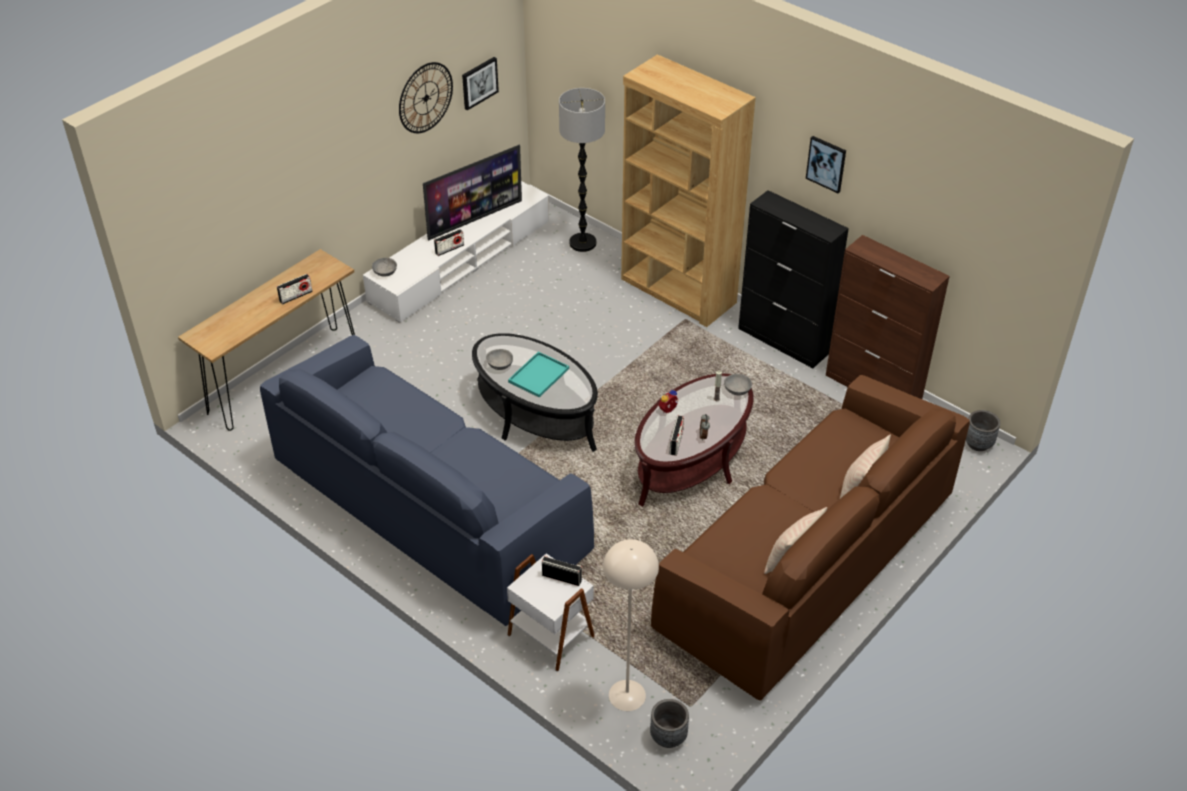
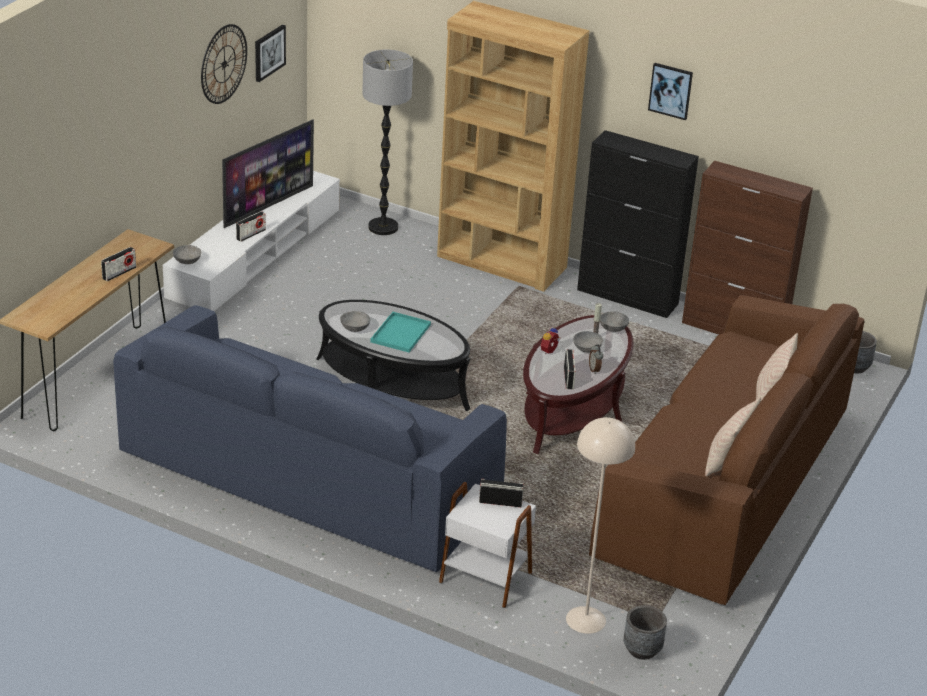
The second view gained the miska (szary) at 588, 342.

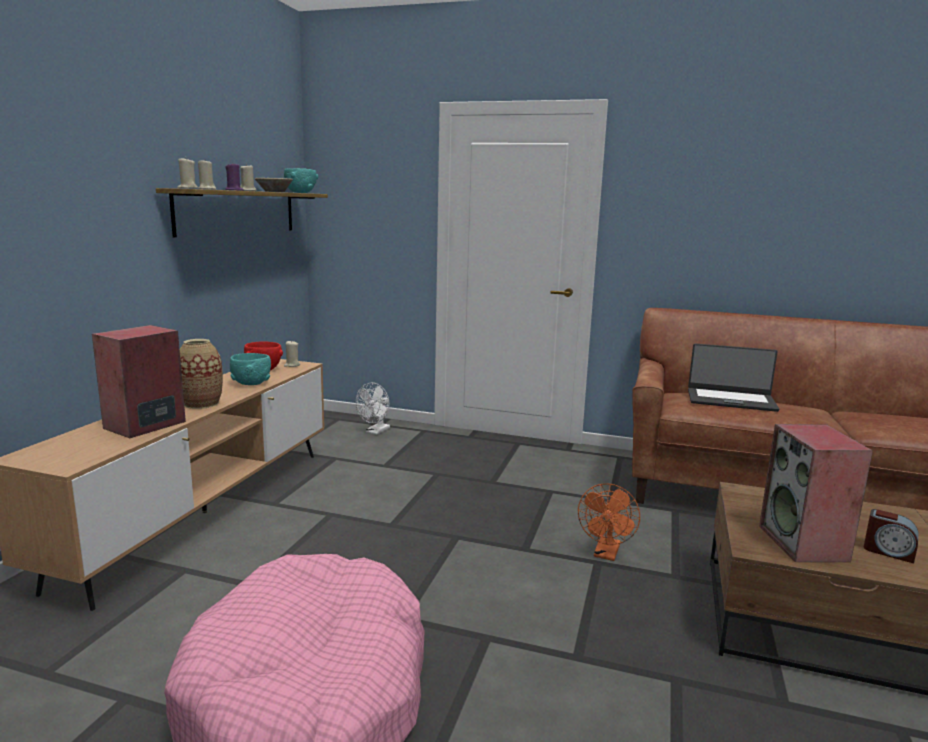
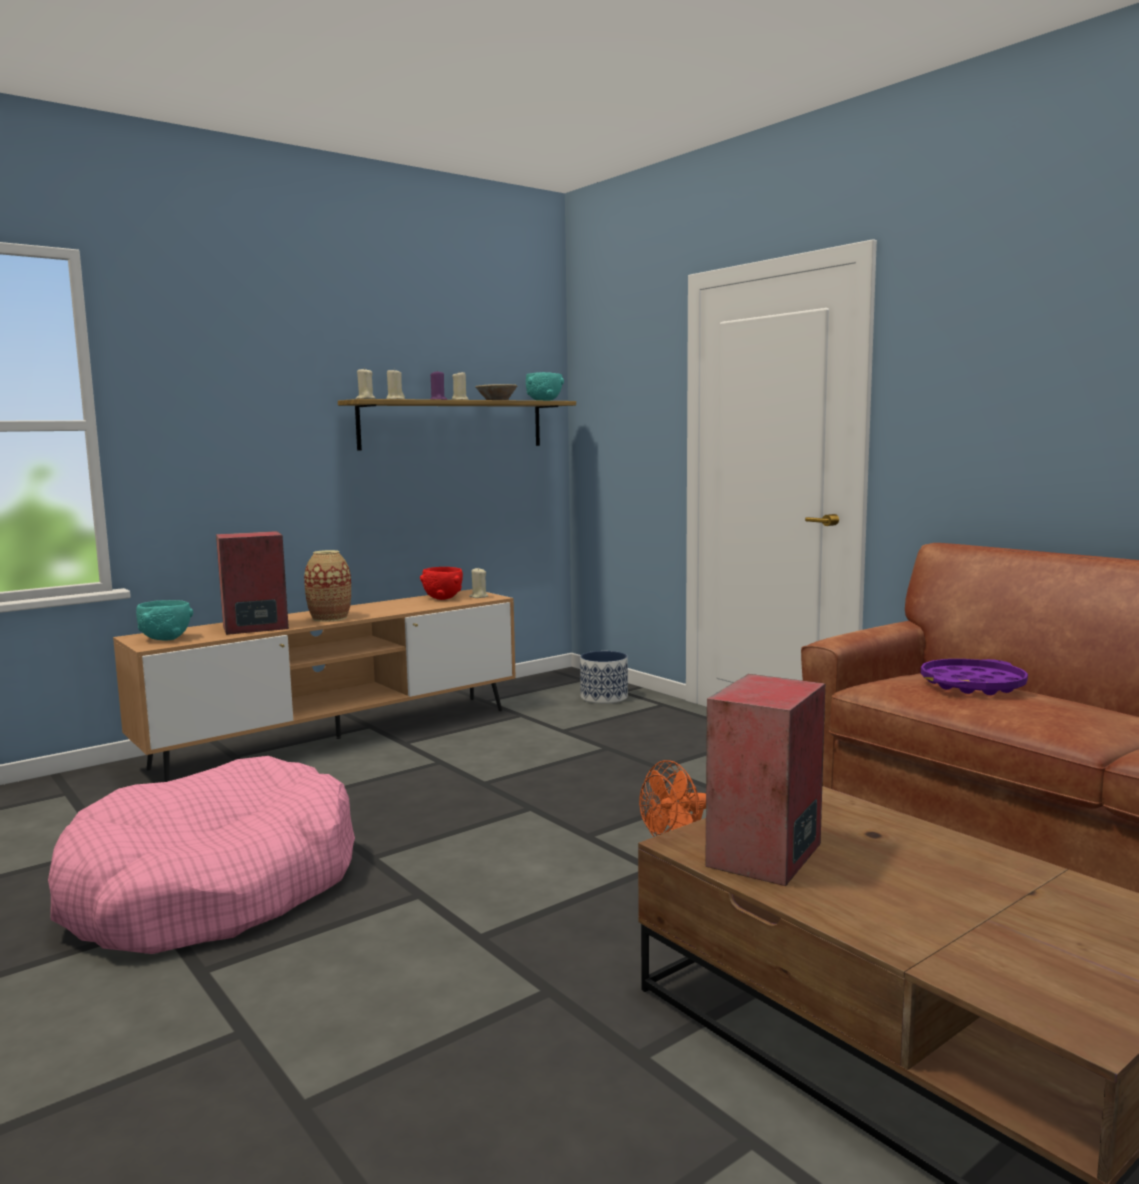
Where the laptop stood at 733, 378, the taca (fioletowy) came to stand at 974, 677. The miska (turkusowy) ended up elsewhere, having gone from 250, 369 to 164, 620. Where the wentylator (biały) stood at 373, 409, the donica came to stand at 604, 677. The second view lost the budzik at 891, 536.

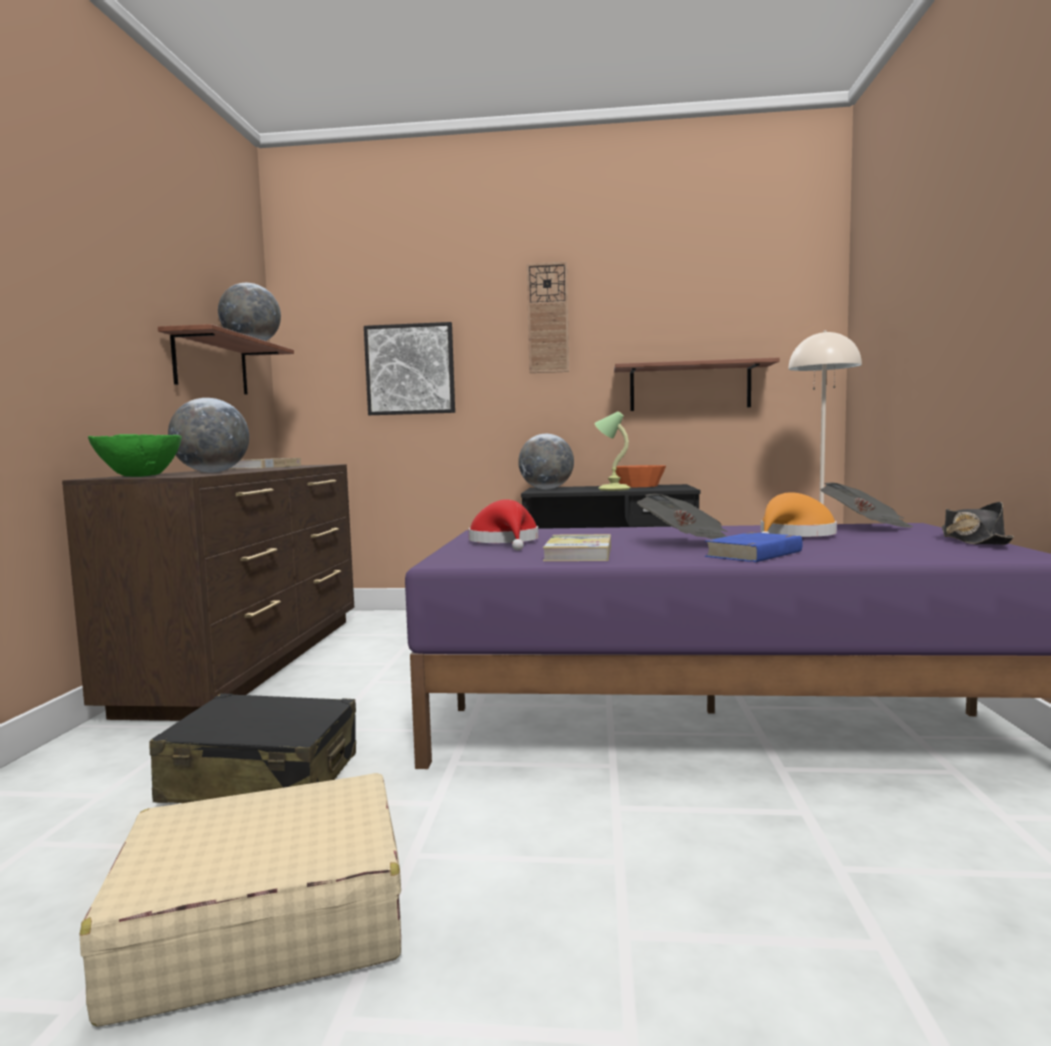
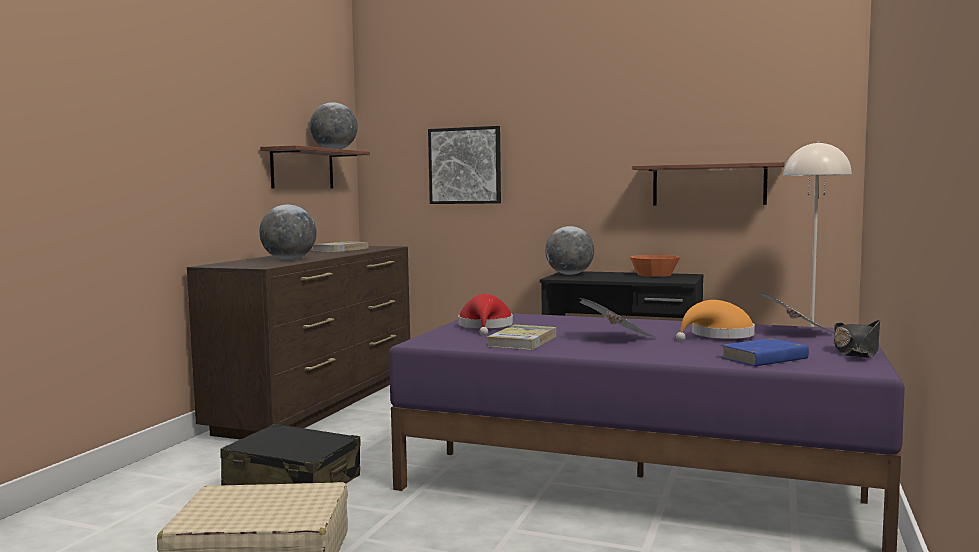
The second view lost the zegar ścienny at 548, 317. The second view lost the lampa stołowa at 613, 451. The second view lost the miska (zielony) at 135, 455. The książka (niebieski) ended up elsewhere, having gone from 754, 547 to 764, 352.

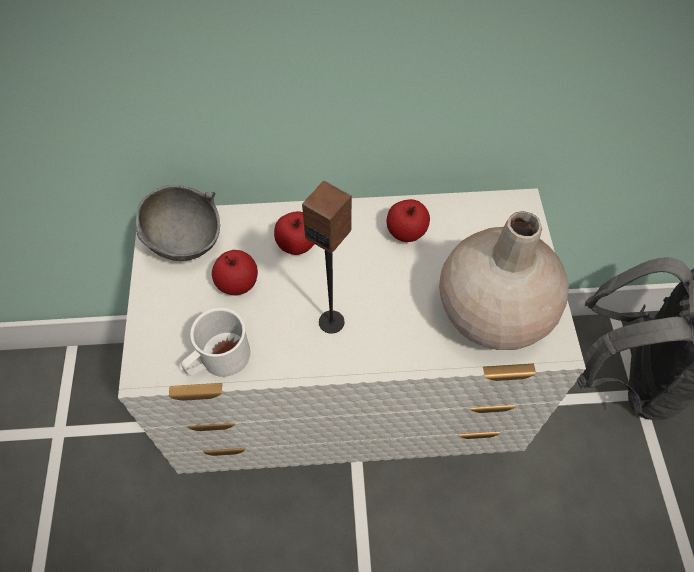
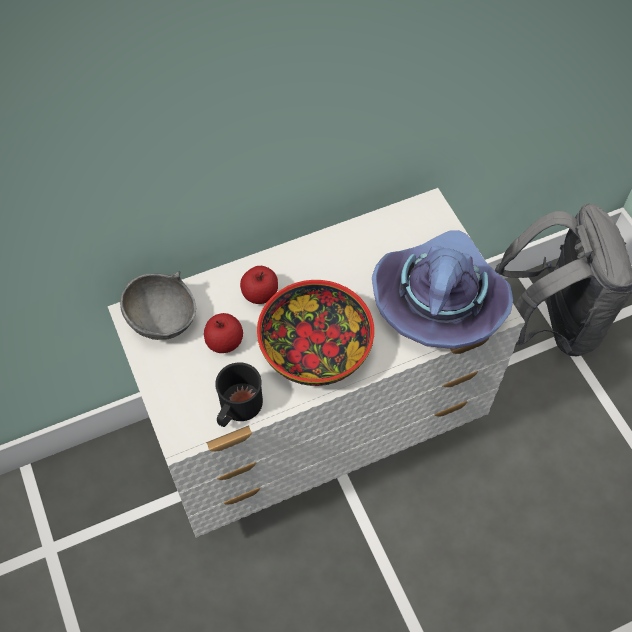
Where the głośnik stood at 327, 257, the miska came to stand at 315, 333. The second view lost the jabłko at 408, 220. Where the wazon (beżowy) stood at 504, 280, the kapelusz (fioletowy) came to stand at 442, 289. What was the kubek (biały) at 215, 342 turned into the kubek (czarny) at 239, 394.

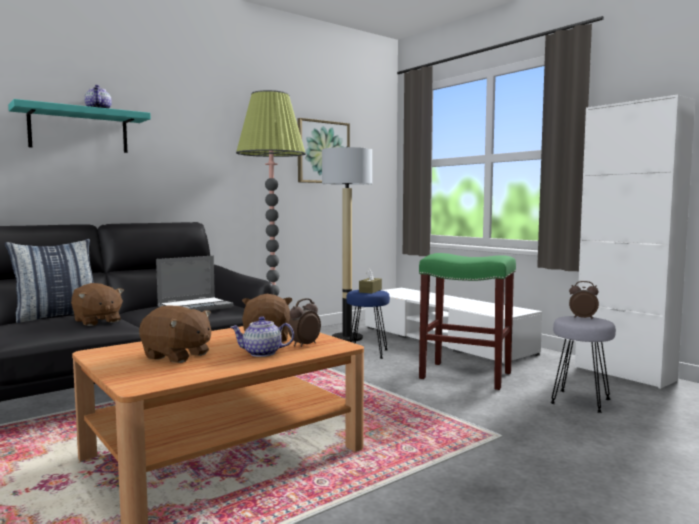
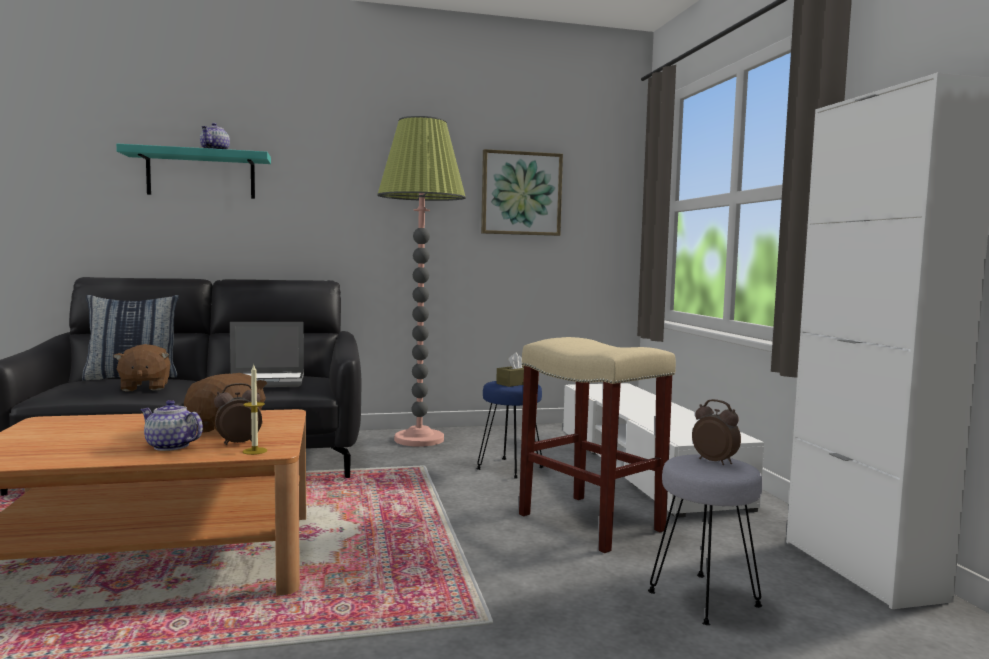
The second view lost the lampa stojąca at 347, 244. What was the stołek (zielony) at 467, 321 turned into the stołek (beżowy) at 597, 445. The second view lost the pluszak (brązowy) at 175, 334. The second view gained the świeca at 254, 409.

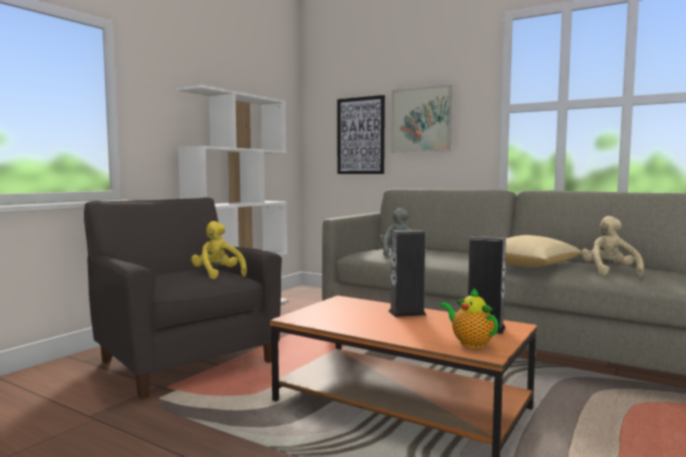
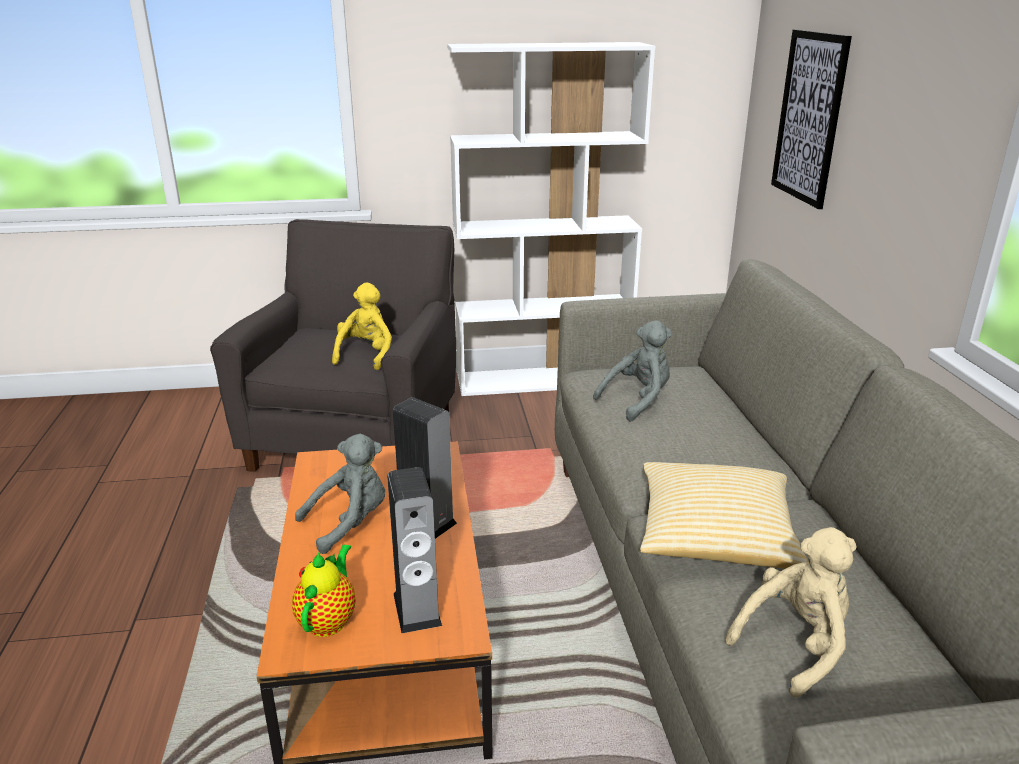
The second view lost the obraz at 421, 118. The second view gained the pluszak (szary) at 340, 494.

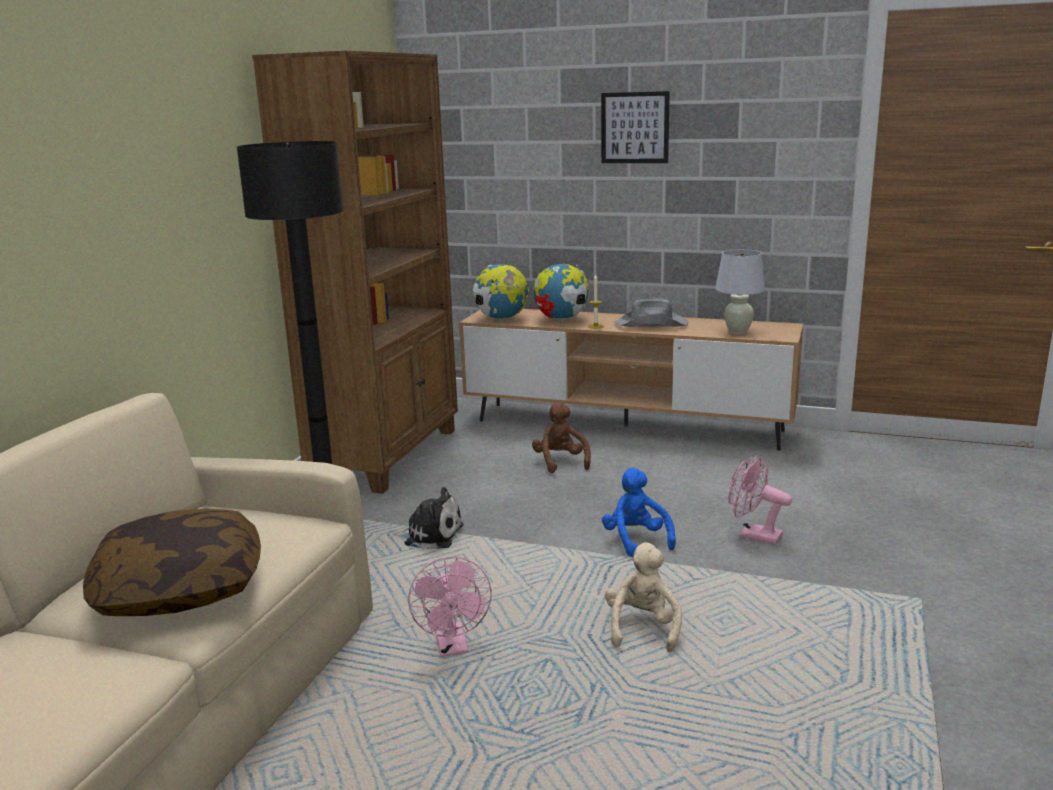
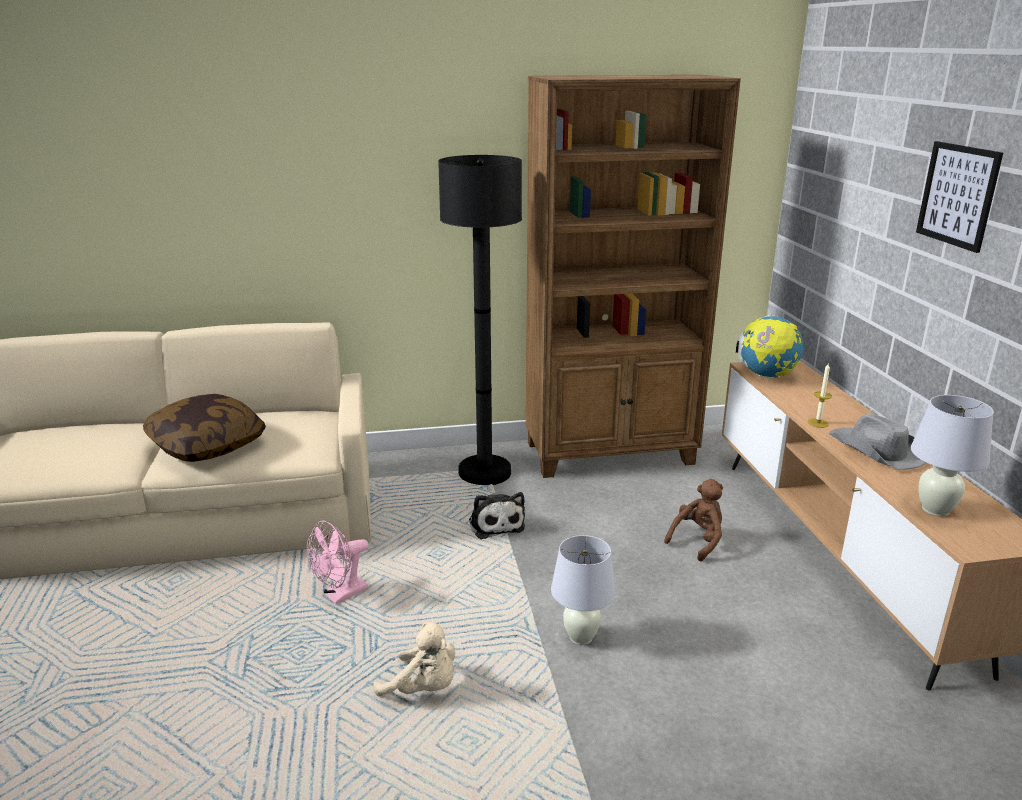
The second view lost the globus at 561, 292. The second view lost the wentylator (różowy) at 760, 499. Where the pluszak (niebieski) stood at 639, 512, the lampa stołowa (biały) came to stand at 583, 590. The pluszak (beżowy) at 643, 597 ended up facing another way, 45 degrees clockwise from before.

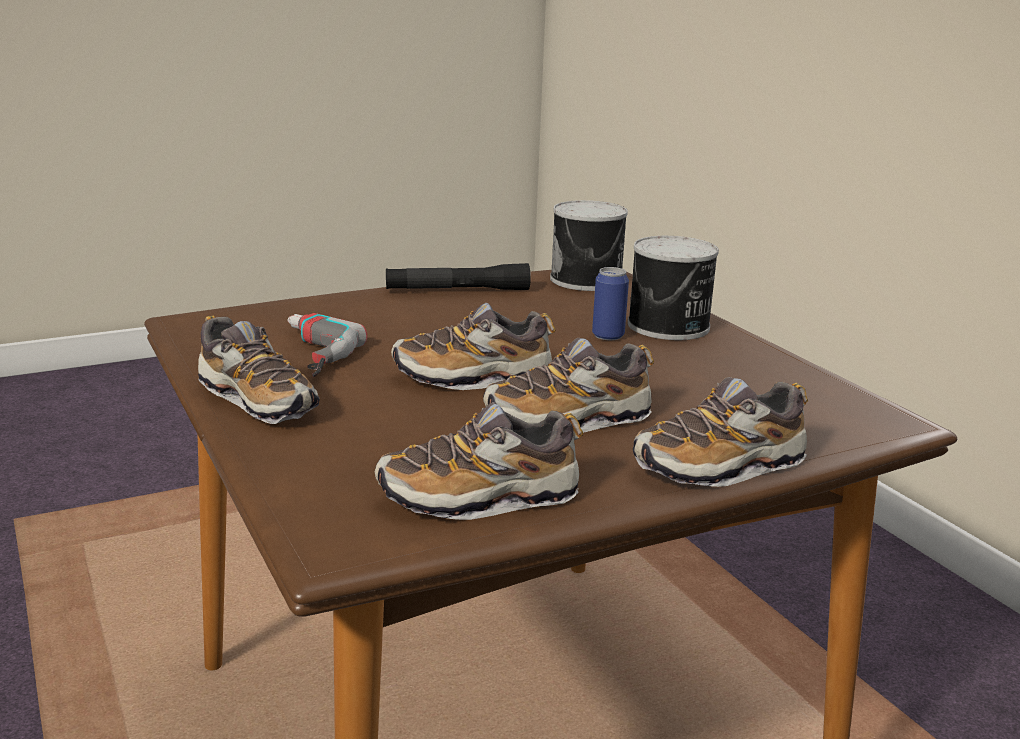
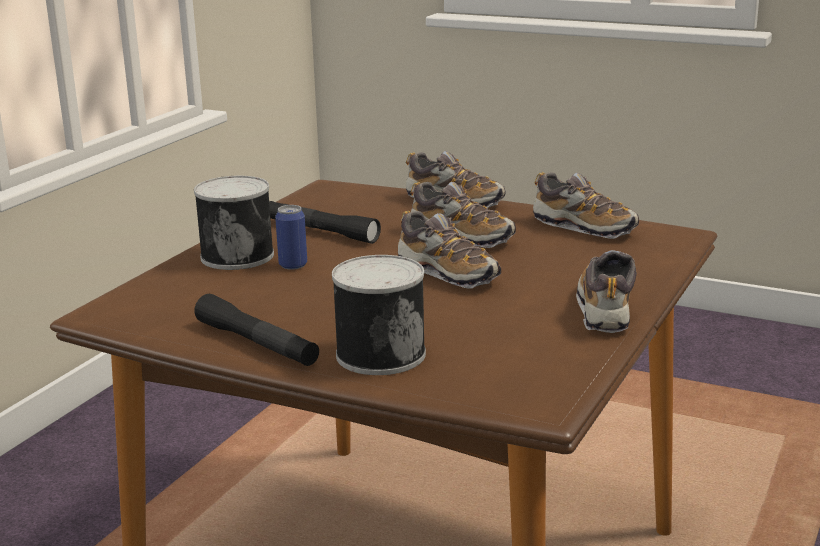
The puszka ended up elsewhere, having gone from 589, 245 to 379, 315. The second view lost the wiertarka at 327, 345. The second view gained the latarka (czarny) at 325, 222.

